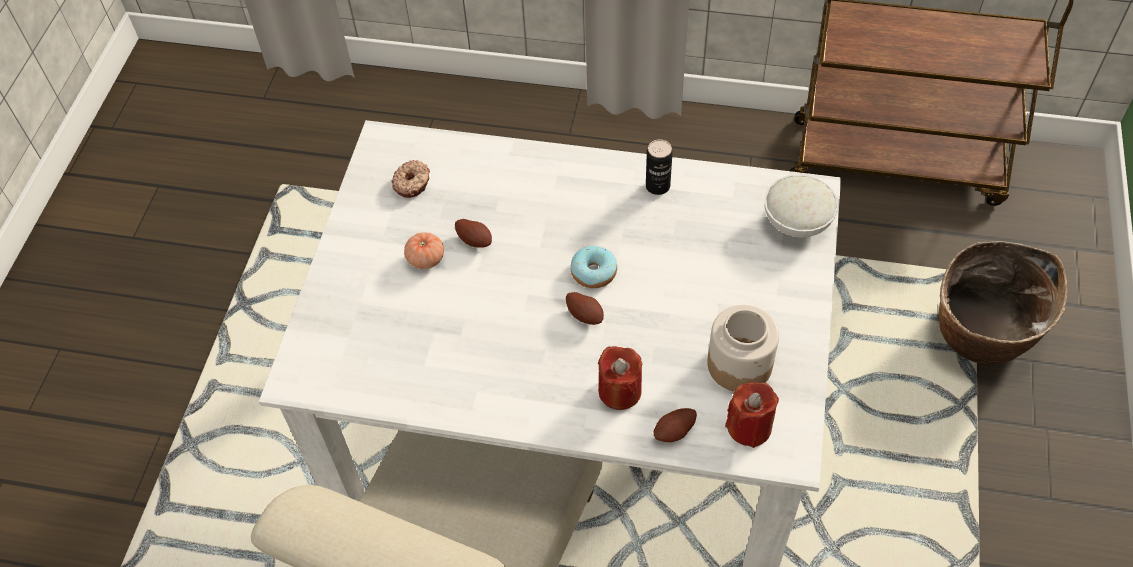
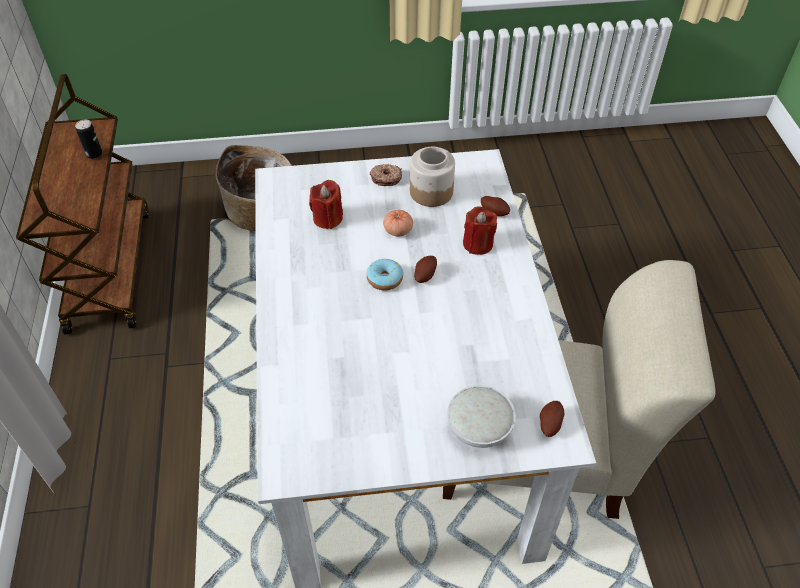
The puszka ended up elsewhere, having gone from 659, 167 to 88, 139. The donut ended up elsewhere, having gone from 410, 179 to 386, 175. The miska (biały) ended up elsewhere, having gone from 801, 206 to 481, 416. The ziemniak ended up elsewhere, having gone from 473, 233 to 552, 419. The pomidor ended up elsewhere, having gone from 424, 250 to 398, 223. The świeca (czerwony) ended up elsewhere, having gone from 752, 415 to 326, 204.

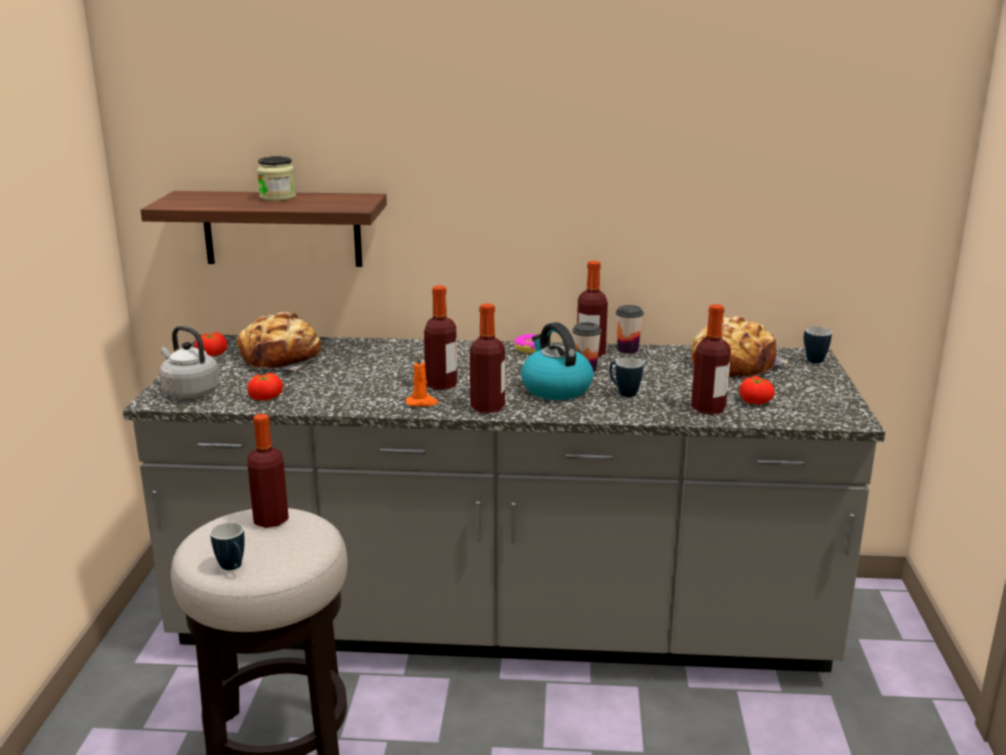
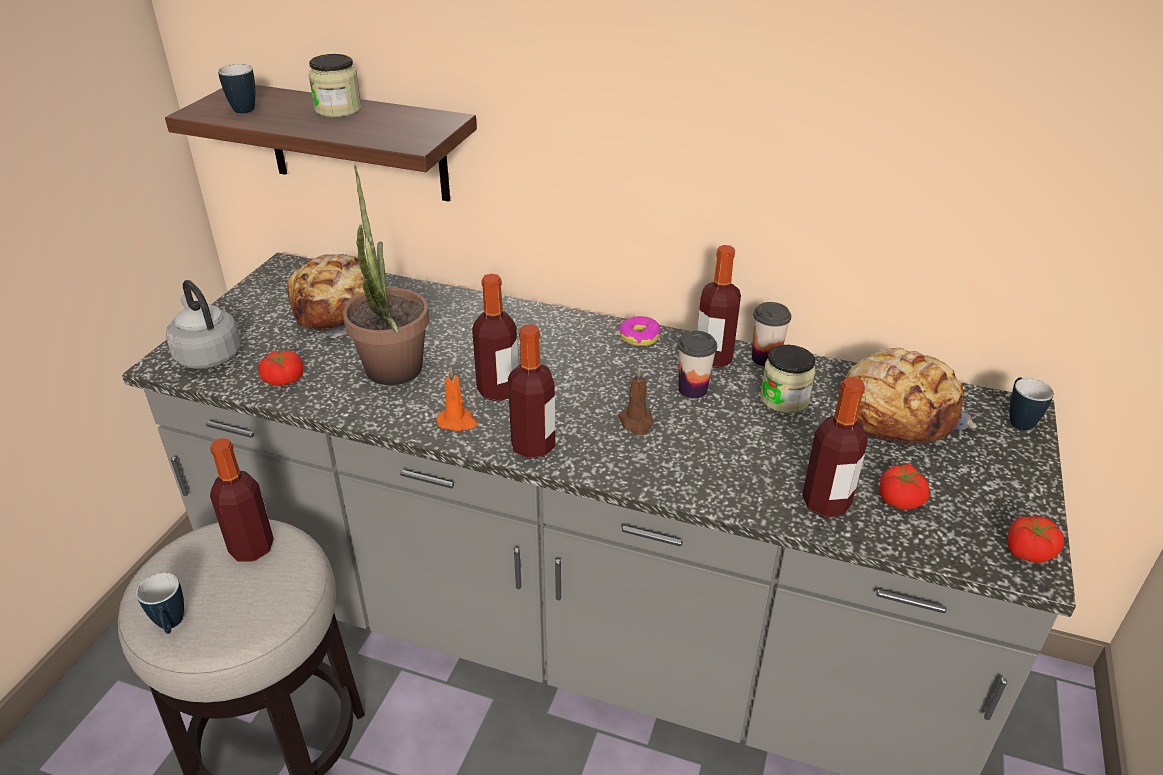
Where the czajnik stood at 557, 361, the świeca (brązowy) came to stand at 635, 401. The pomidor ended up elsewhere, having gone from 211, 344 to 1035, 539. The kubek ended up elsewhere, having gone from 626, 377 to 236, 88. The second view gained the roślina doniczkowa at 386, 275. The second view gained the słoik at 788, 379.

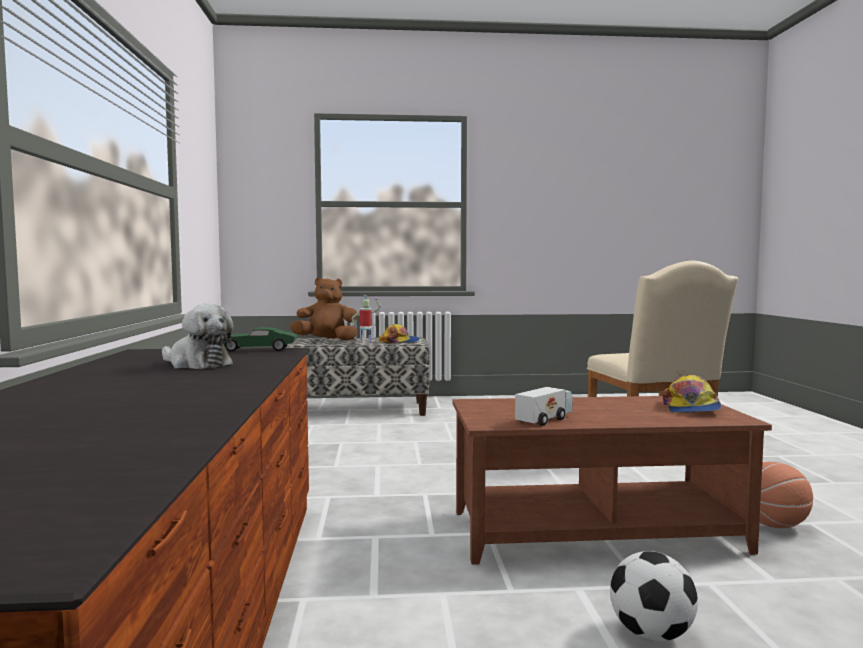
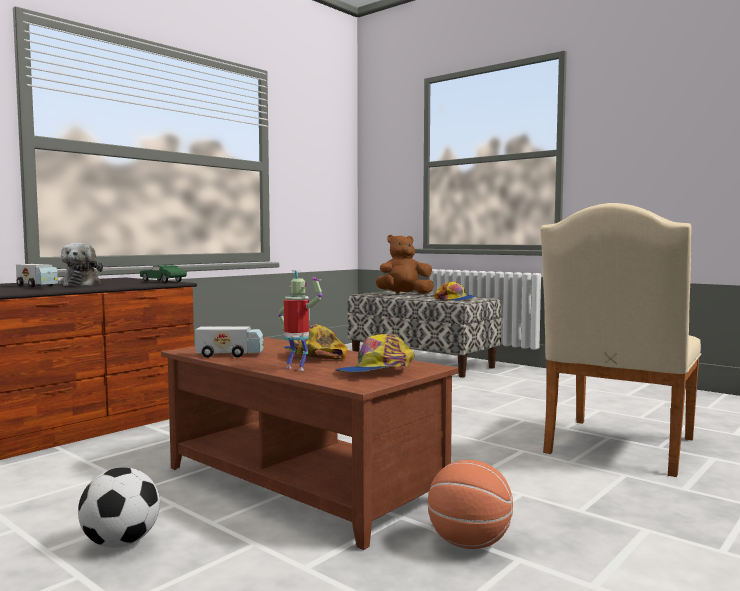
The pluszak (brązowy) at 324, 309 ended up facing another way, 60 degrees counterclockwise from before. The robot zabawkowy ended up elsewhere, having gone from 366, 320 to 300, 320. The second view gained the ciężarówka zabawkowa at 37, 276. The second view gained the czapka z daszkiem at 315, 342.

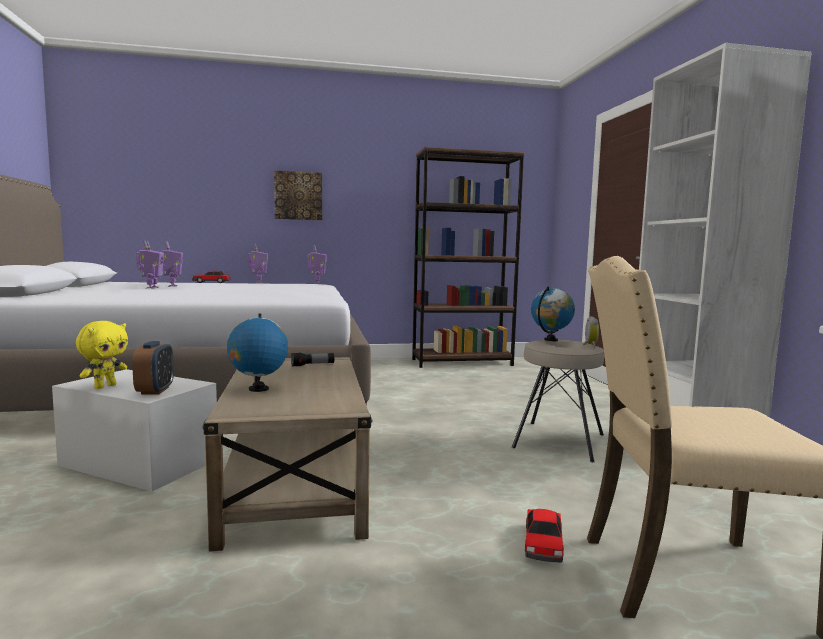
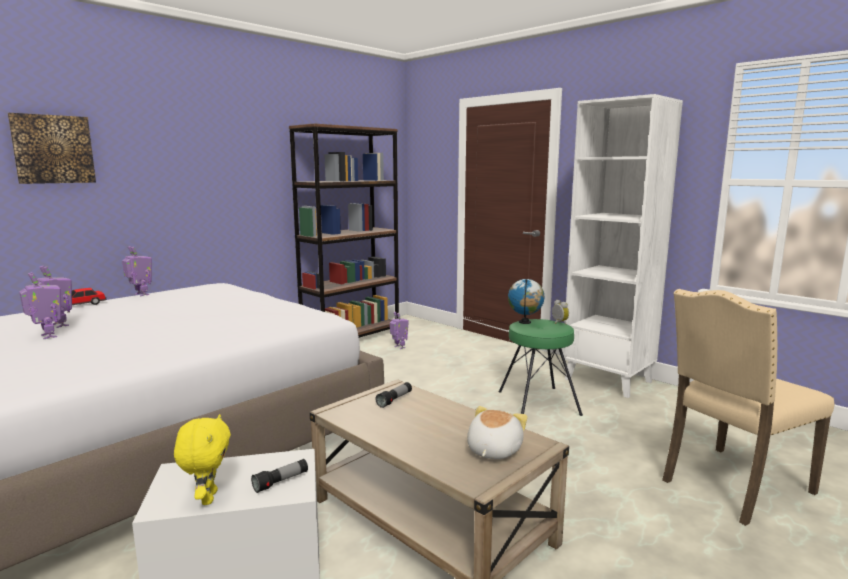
The obraz ended up elsewhere, having gone from 298, 195 to 52, 148. The robot zabawkowy ended up elsewhere, having gone from 317, 264 to 399, 330. The second view lost the globus at 257, 353. What was the stołek (beżowy) at 558, 401 turned into the stołek (zielony) at 541, 367. Where the budzik stood at 153, 368, the latarka came to stand at 279, 476. The second view lost the samochodzik at 544, 535. The second view gained the pluszak at 497, 432.

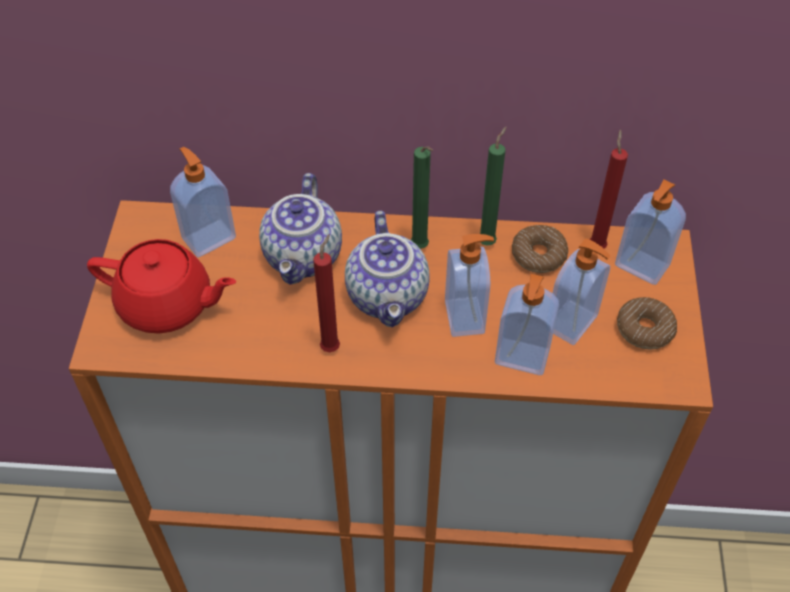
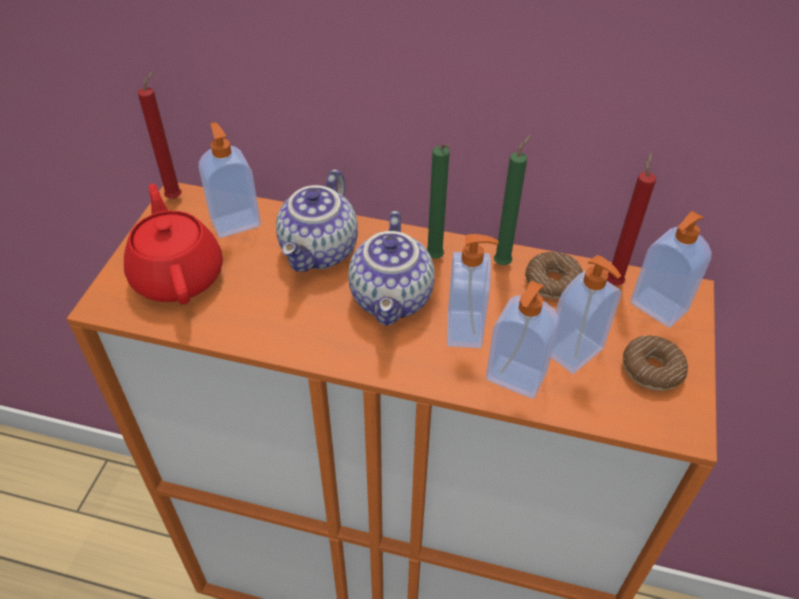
The świeca (czerwony) ended up elsewhere, having gone from 326, 293 to 160, 134. The imbryk (czerwony) at 161, 286 ended up facing another way, 135 degrees counterclockwise from before.

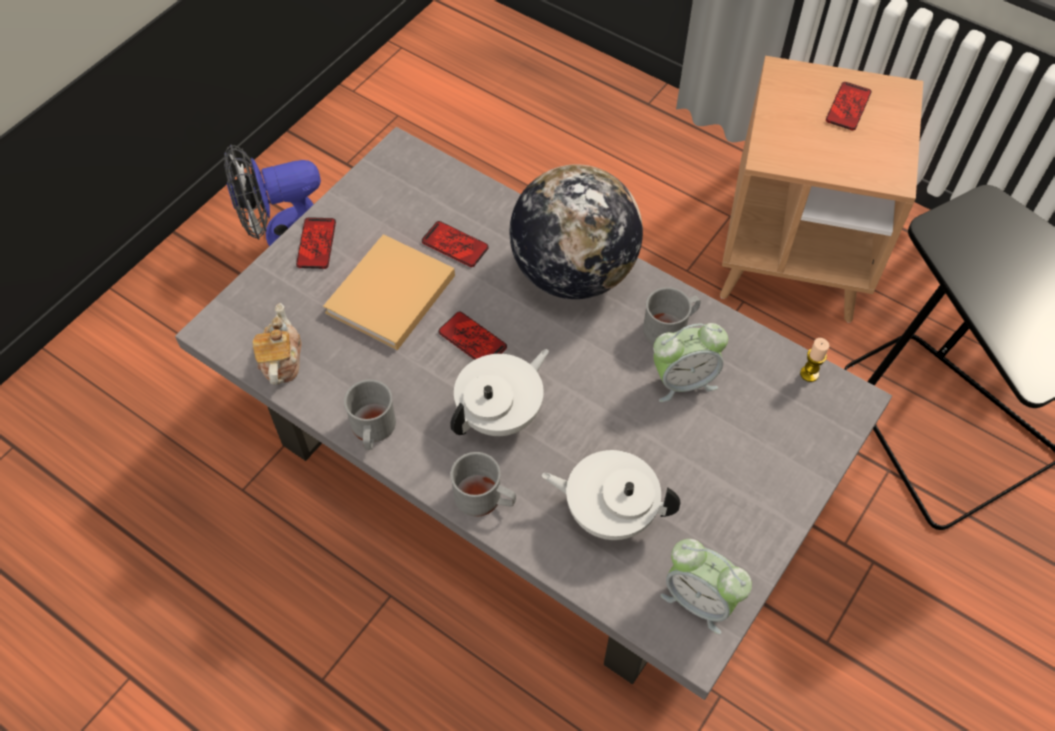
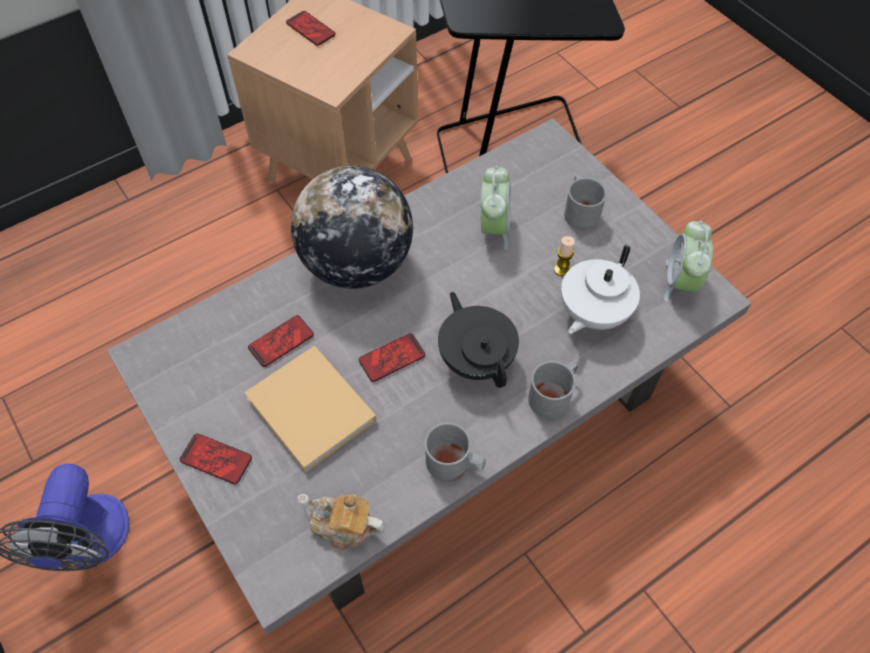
The kubek (szary) ended up elsewhere, having gone from 672, 316 to 585, 202. The świeca ended up elsewhere, having gone from 814, 360 to 564, 256. What was the imbryk (biały) at 499, 392 turned into the imbryk (czarny) at 478, 340. The budzik at 706, 586 ended up facing another way, 135 degrees clockwise from before.

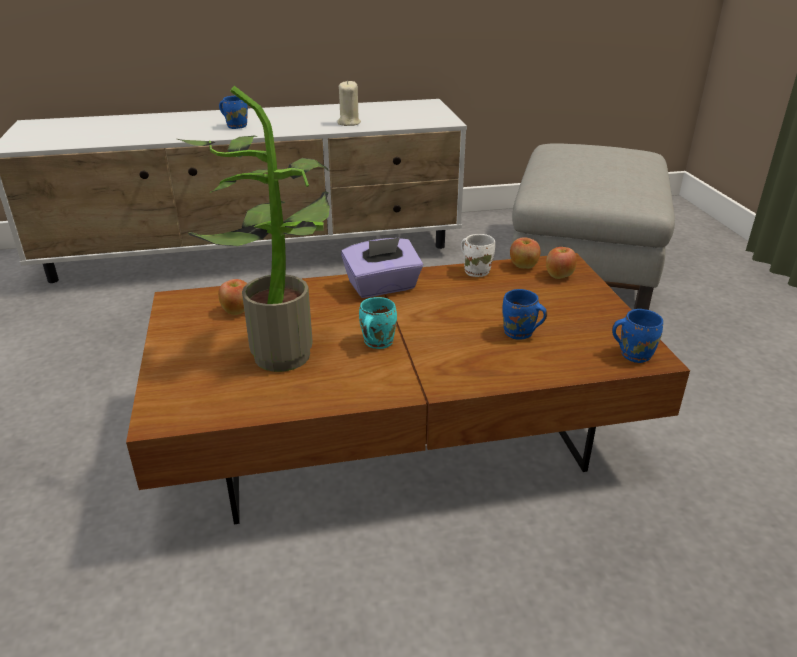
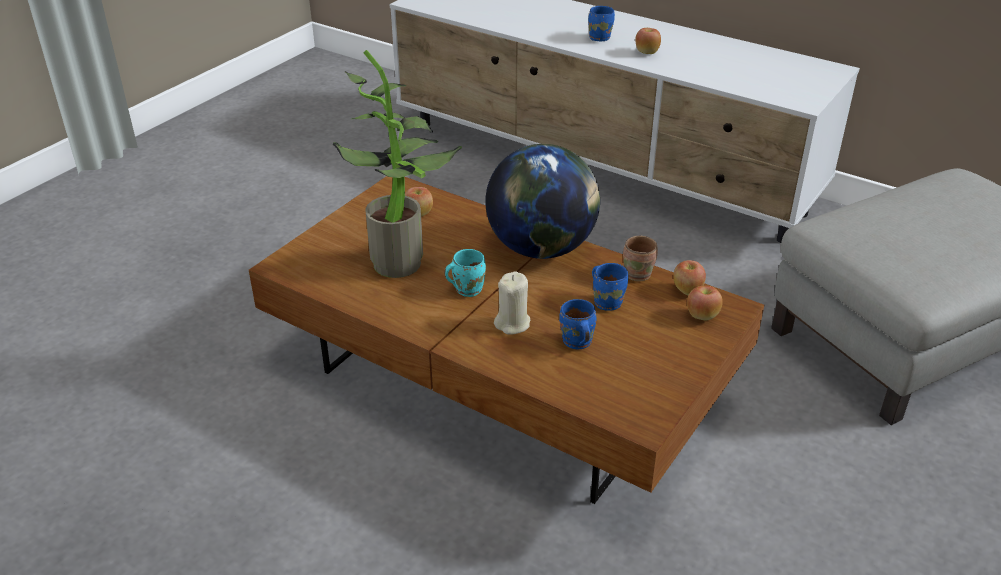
The świeca (beżowy) ended up elsewhere, having gone from 349, 103 to 512, 303. What was the kubek (biały) at 478, 255 turned into the kubek (brązowy) at 640, 258. Where the pudełko chusteczek (fioletowy) stood at 382, 267, the globus came to stand at 542, 201. The kubek (niebieski) ended up elsewhere, having gone from 637, 336 to 610, 287. The second view gained the jabłko at 648, 41.

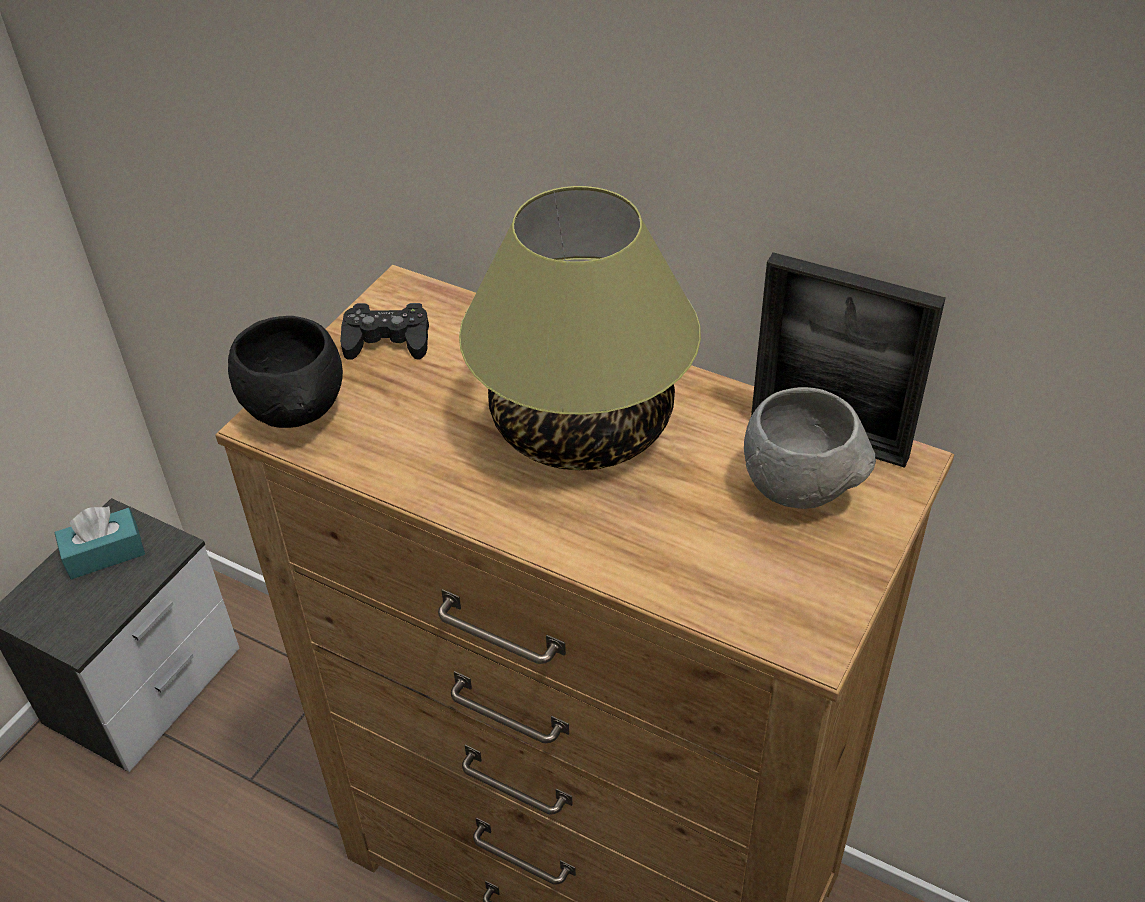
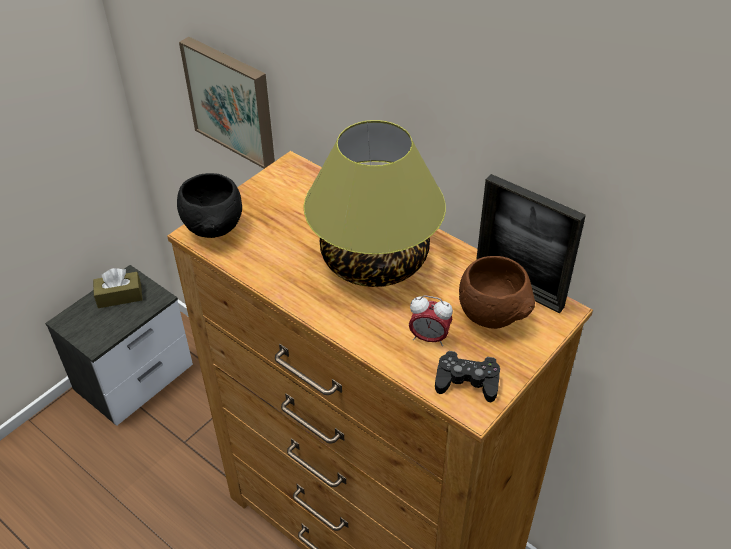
The pad do gier (czarny) ended up elsewhere, having gone from 384, 331 to 467, 376. What was the miska (szary) at 810, 448 turned into the miska (brązowy) at 497, 292. What was the pudełko chusteczek (turkusowy) at 99, 543 turned into the pudełko chusteczek (brązowy) at 118, 288. The second view gained the obraz at 227, 103. The second view gained the budzik at 431, 320.

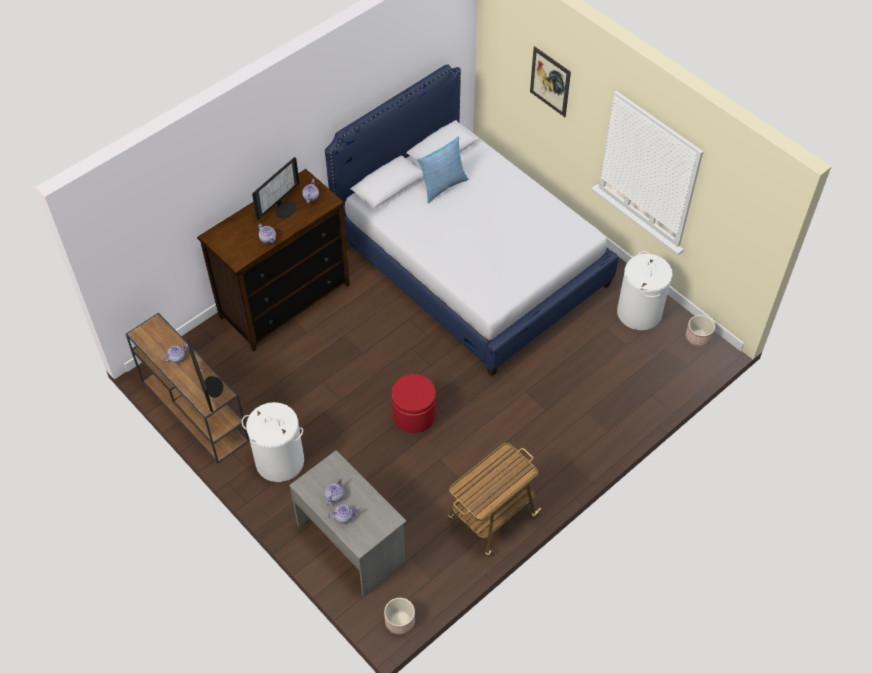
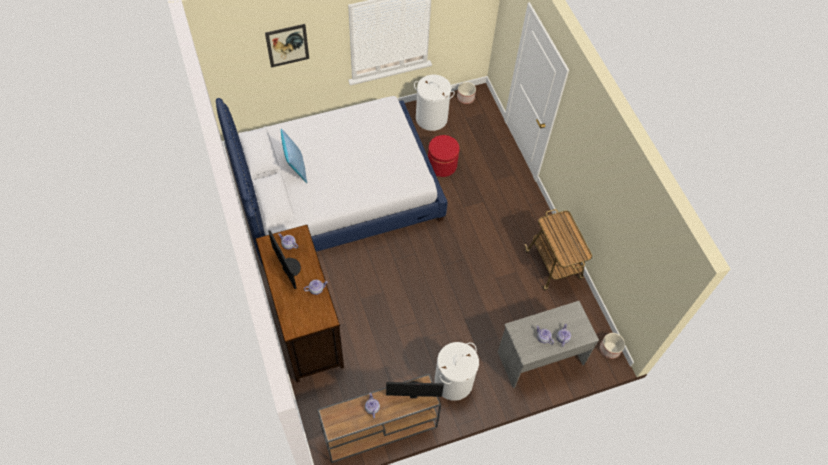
The pufa (czerwony) ended up elsewhere, having gone from 413, 403 to 444, 156.

